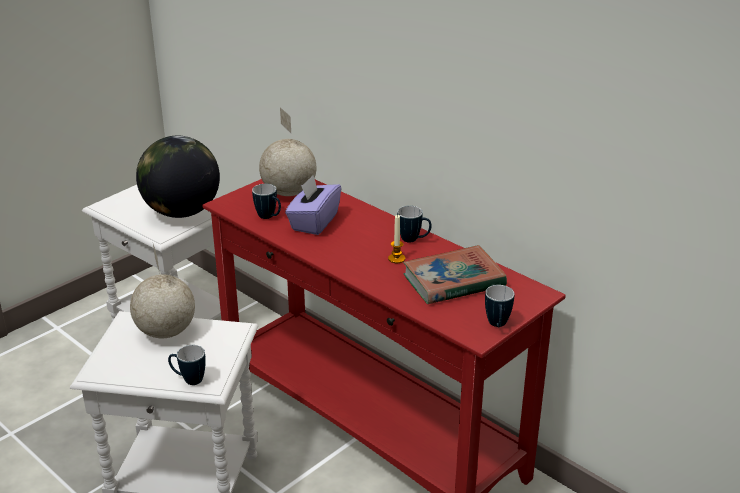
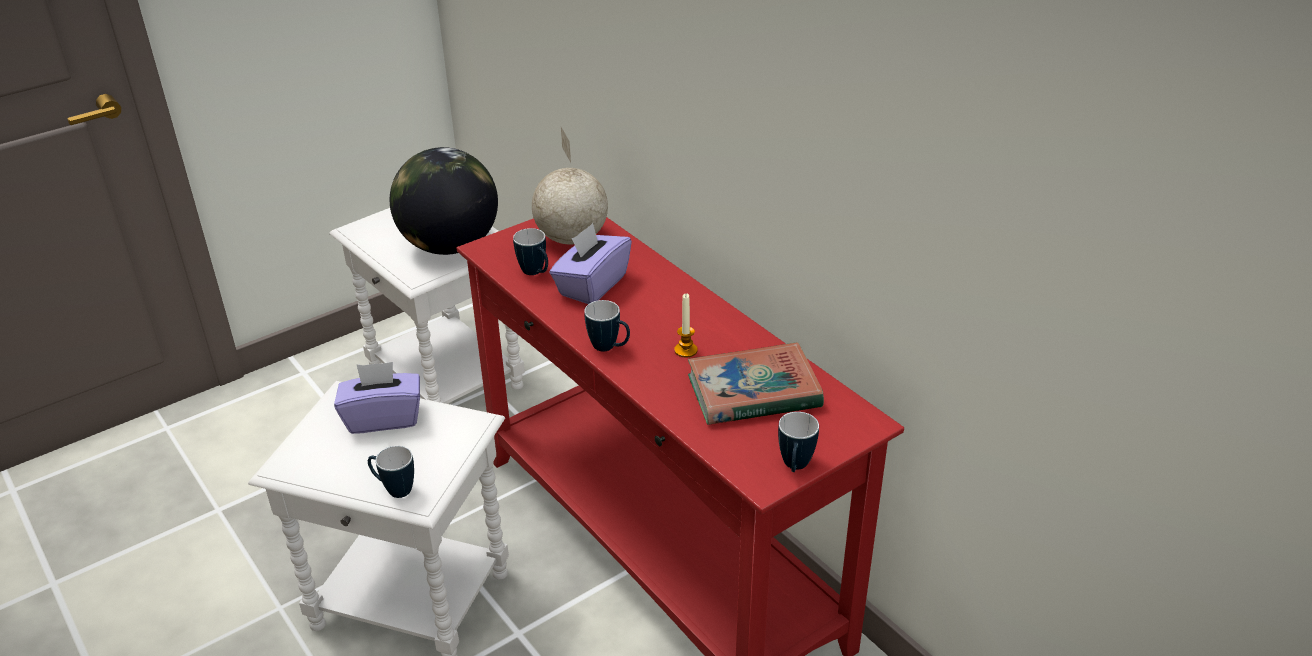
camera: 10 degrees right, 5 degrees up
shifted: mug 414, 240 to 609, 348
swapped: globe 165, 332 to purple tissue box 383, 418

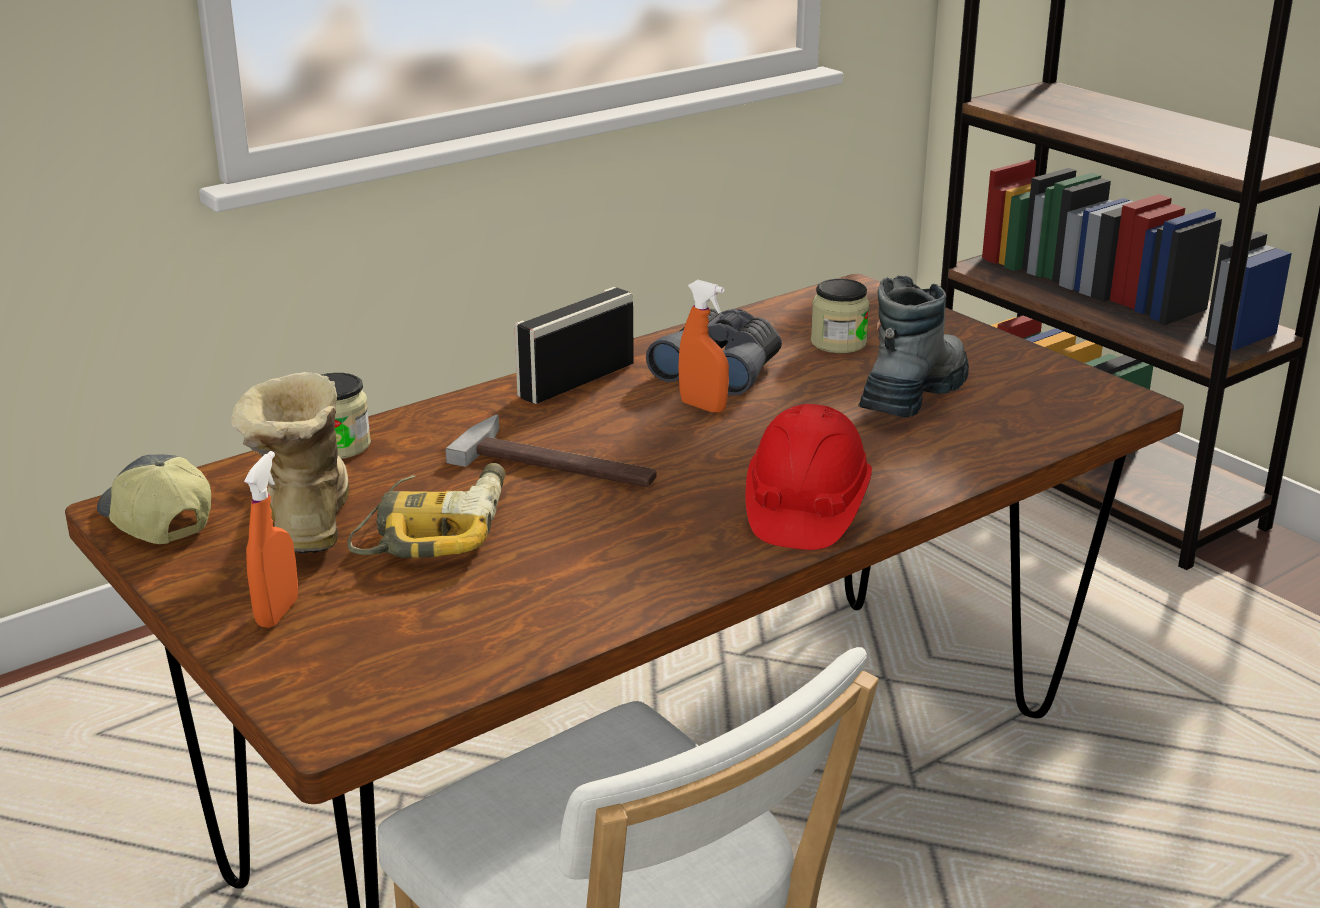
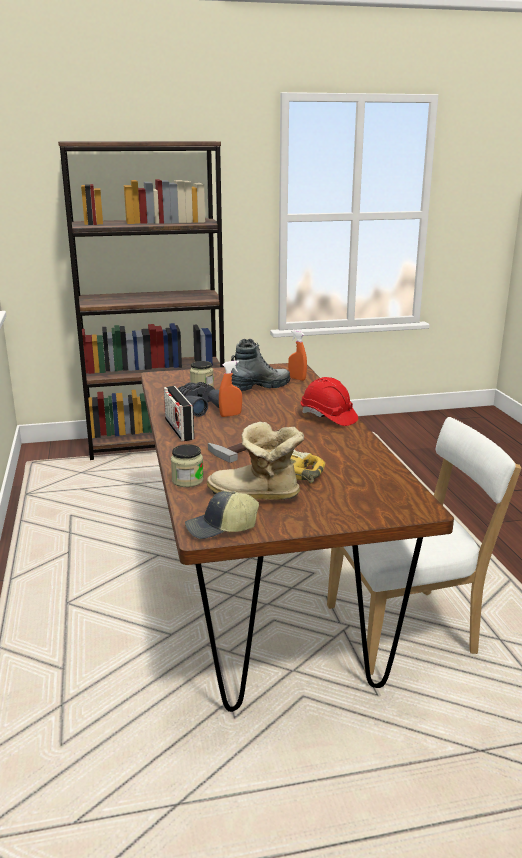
camera: 65 degrees left, 5 degrees down
shifted: orange spray bottle 277, 612 to 297, 378
rotated: boot 913, 395 = 258, 387 90 degrees clockwise

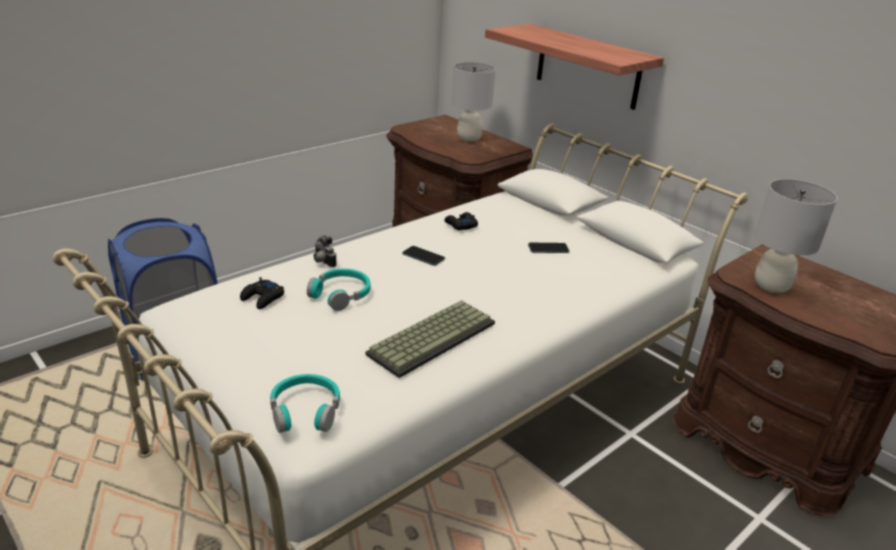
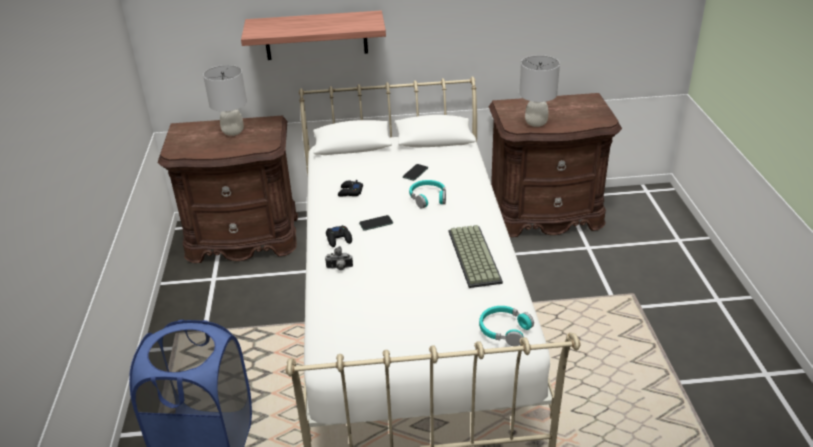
camera: 50 degrees left, 5 degrees up
shifted: black game controller 262, 298 to 339, 239; turquoise headphones 341, 294 to 428, 198

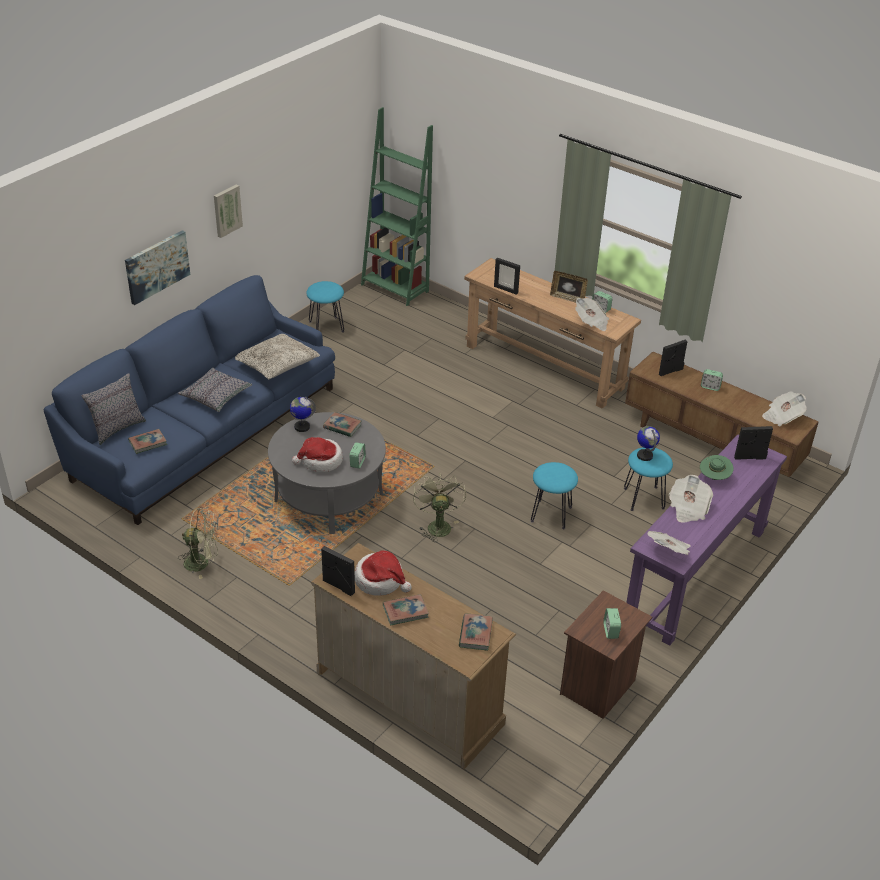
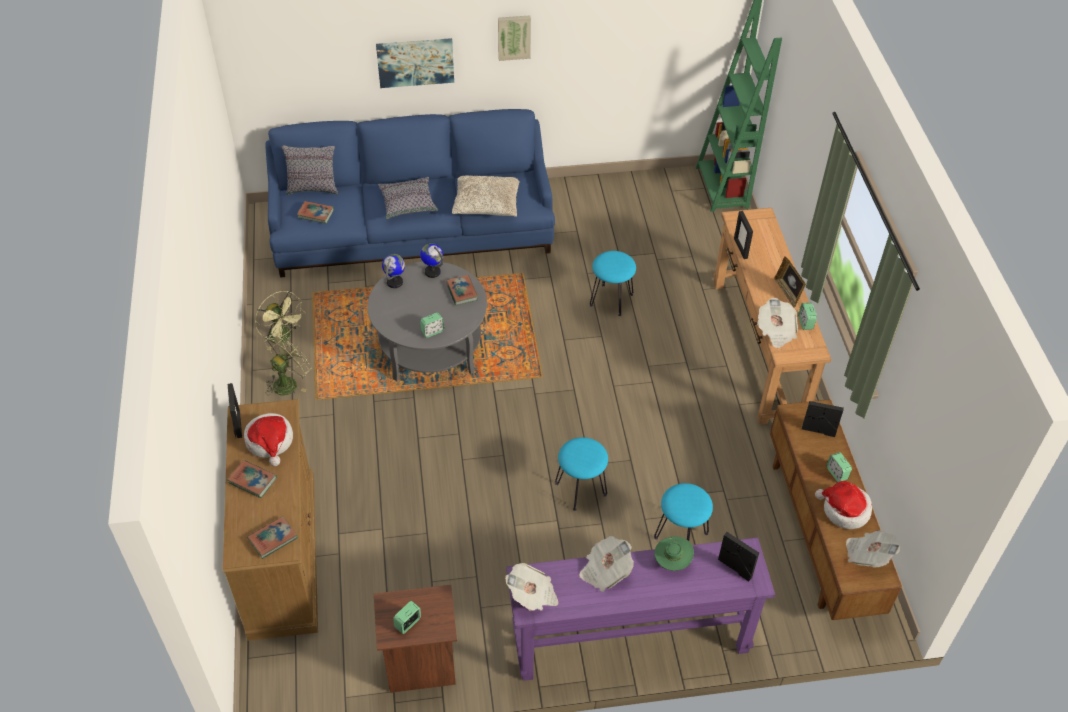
camera: 45 degrees right, 10 degrees up
shifted: green fan 437, 525 to 288, 382; globe 645, 455 to 395, 282; turquoise stool 326, 327 to 611, 300; hat 320, 461 to 844, 510

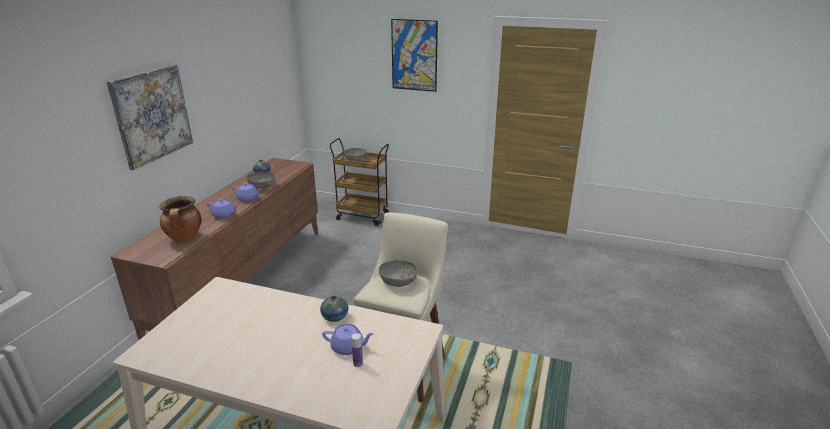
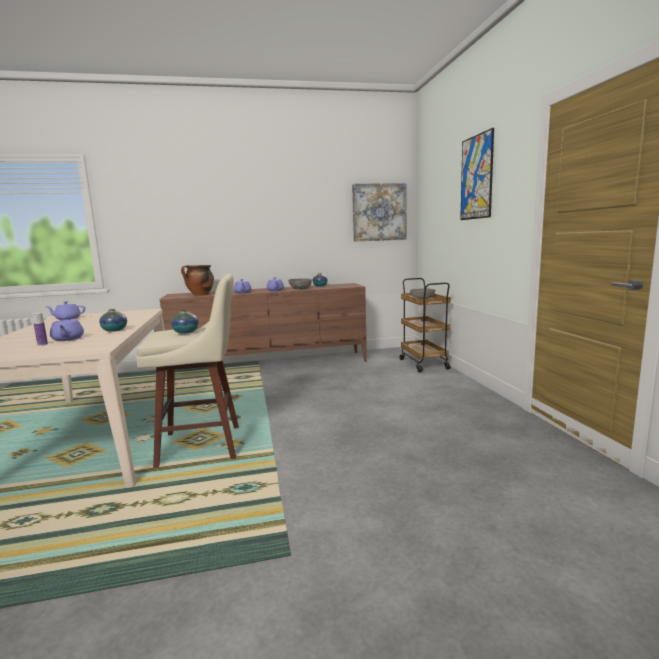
camera: 60 degrees right, 15 degrees down
new: purple teapot 67, 319
shifted: picture 152, 115 to 379, 212
swapped: grey bowl 398, 281 to vase 186, 332

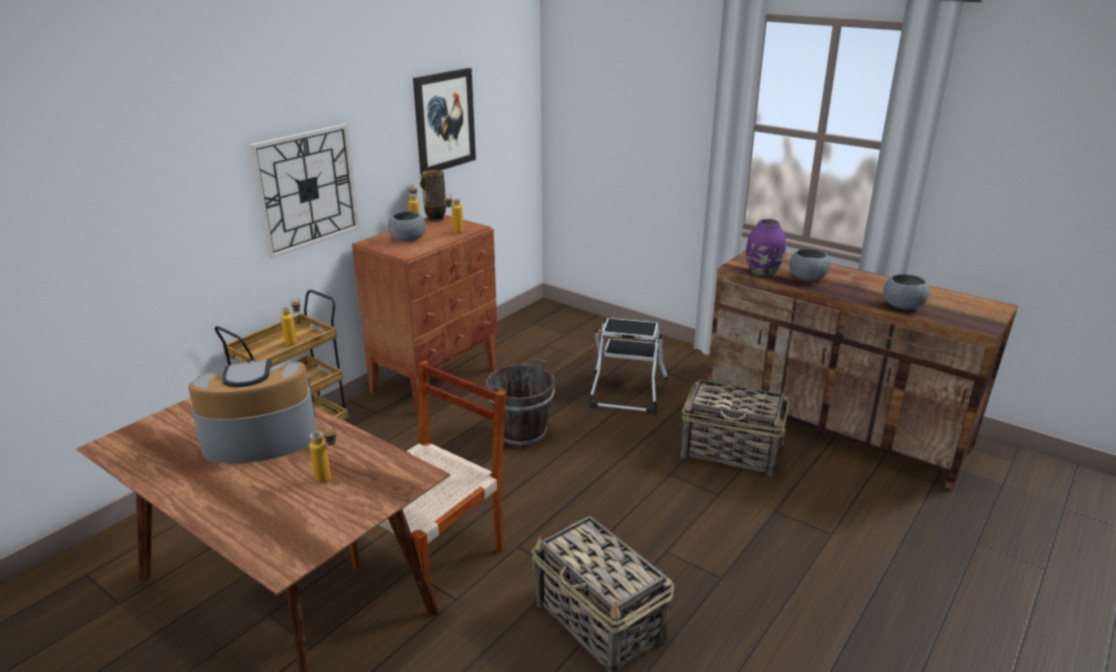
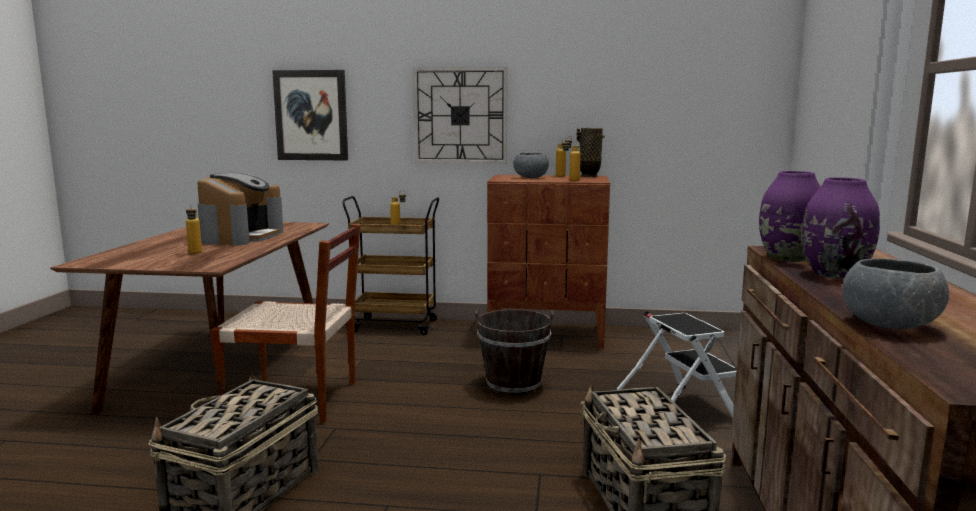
camera: 60 degrees right, 15 degrees down
shifted: picture 444, 121 to 311, 115
swapped: grey bowl 807, 278 to purple vase 835, 274
rotated: coffee machine 259, 437 = 242, 237 60 degrees clockwise

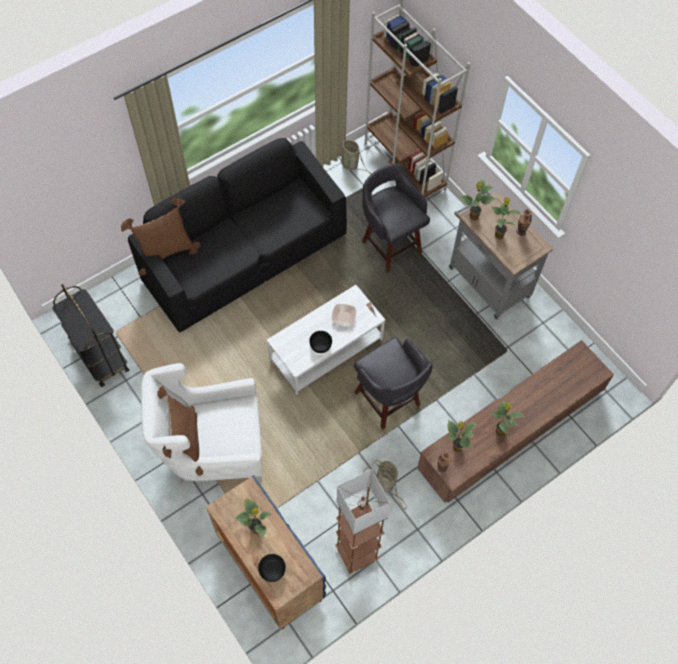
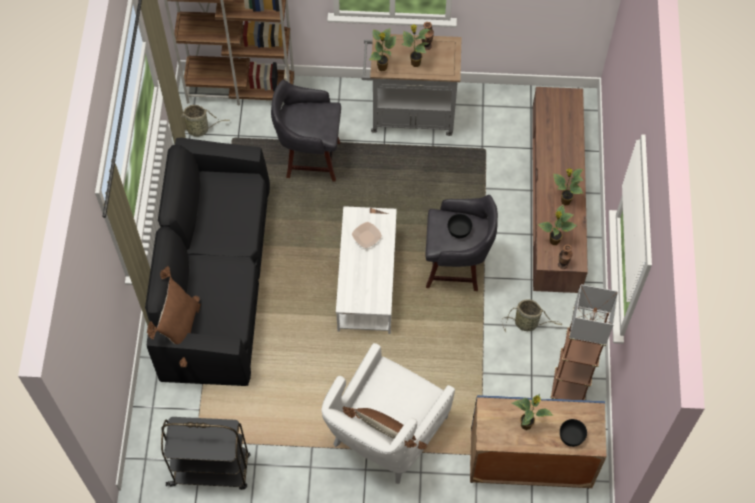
camera: 50 degrees left, 0 degrees up
shifted: black bowl 320, 345 to 459, 230

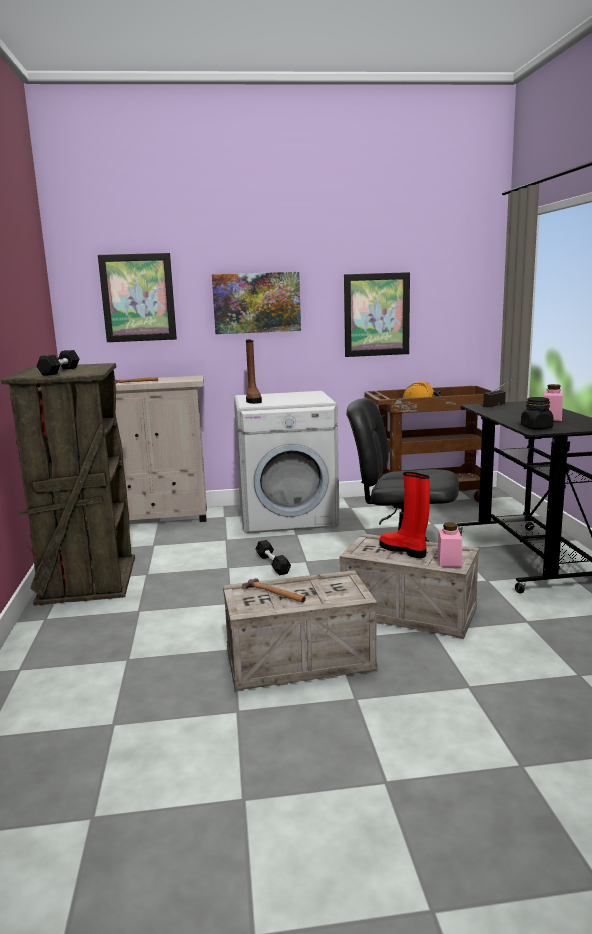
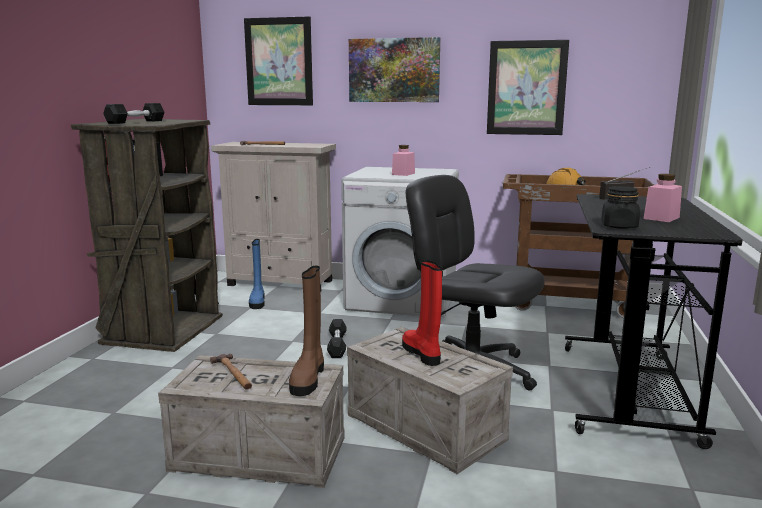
camera: 20 degrees right, 0 degrees up
new: blue boot 257, 302
shifted: brown boot 253, 400 to 308, 378; pink jar 449, 561 to 403, 174

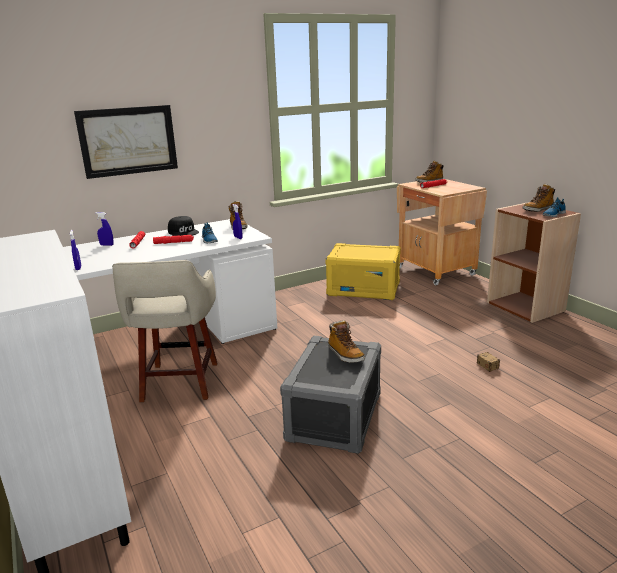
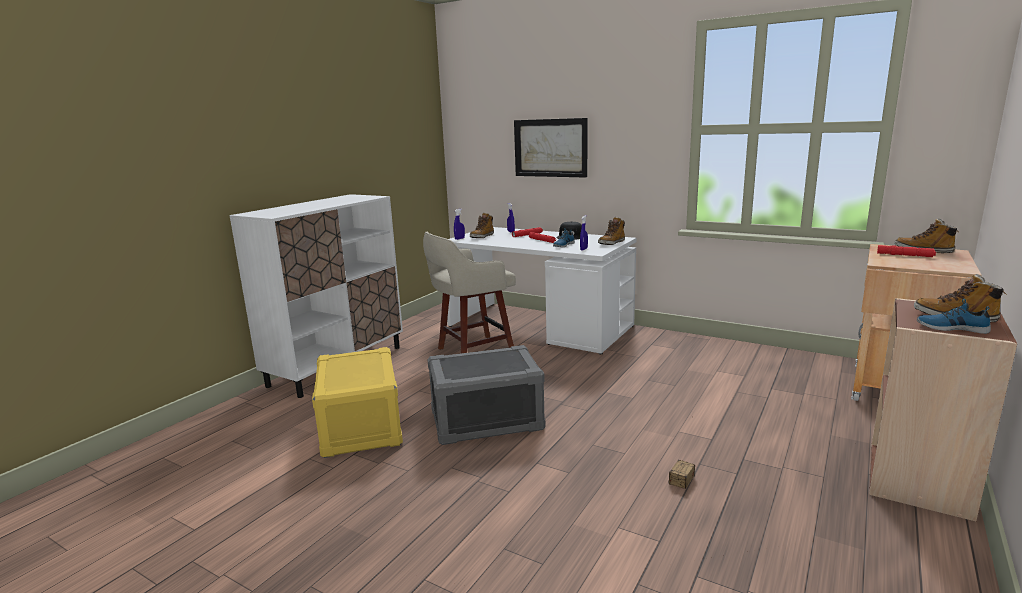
camera: 60 degrees right, 5 degrees down
shifted: yellow storage box 364, 289 to 362, 426; boot 345, 354 to 482, 237

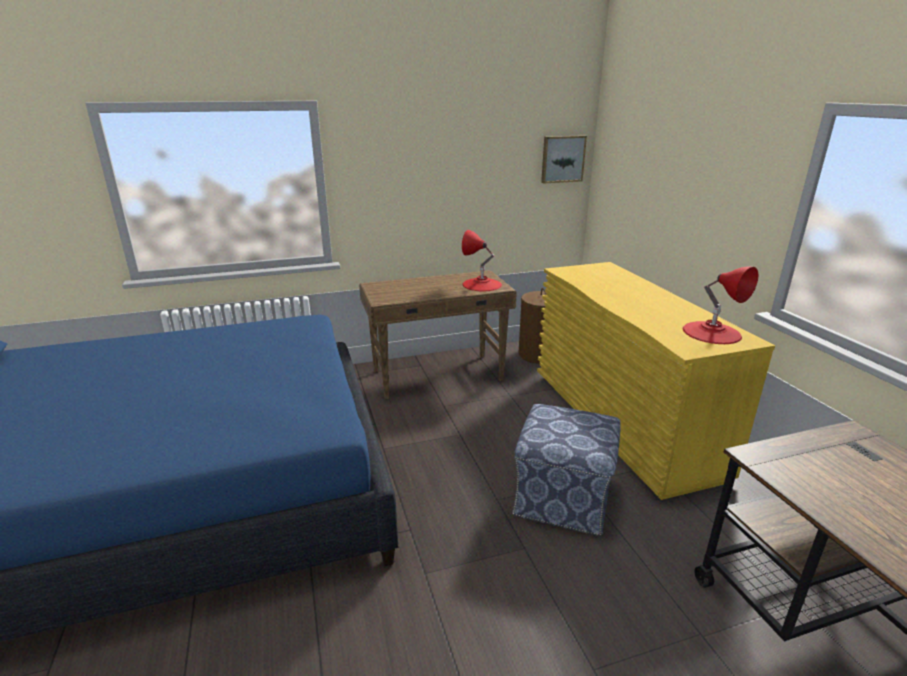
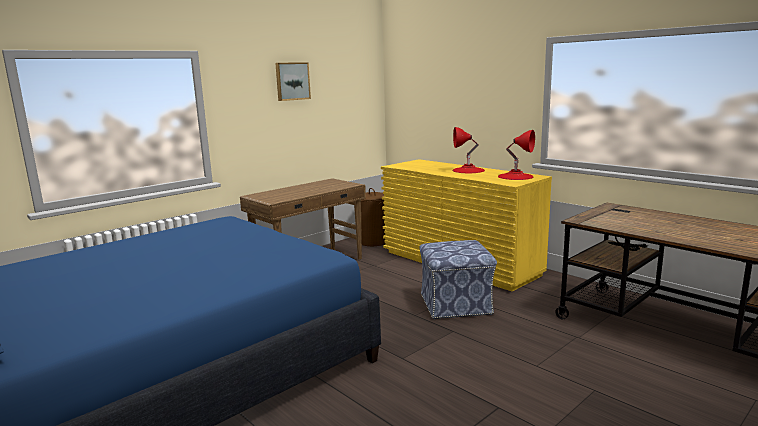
camera: 25 degrees left, 10 degrees down
shifted: picture 562, 159 to 292, 81; red table lamp 481, 284 to 468, 170

